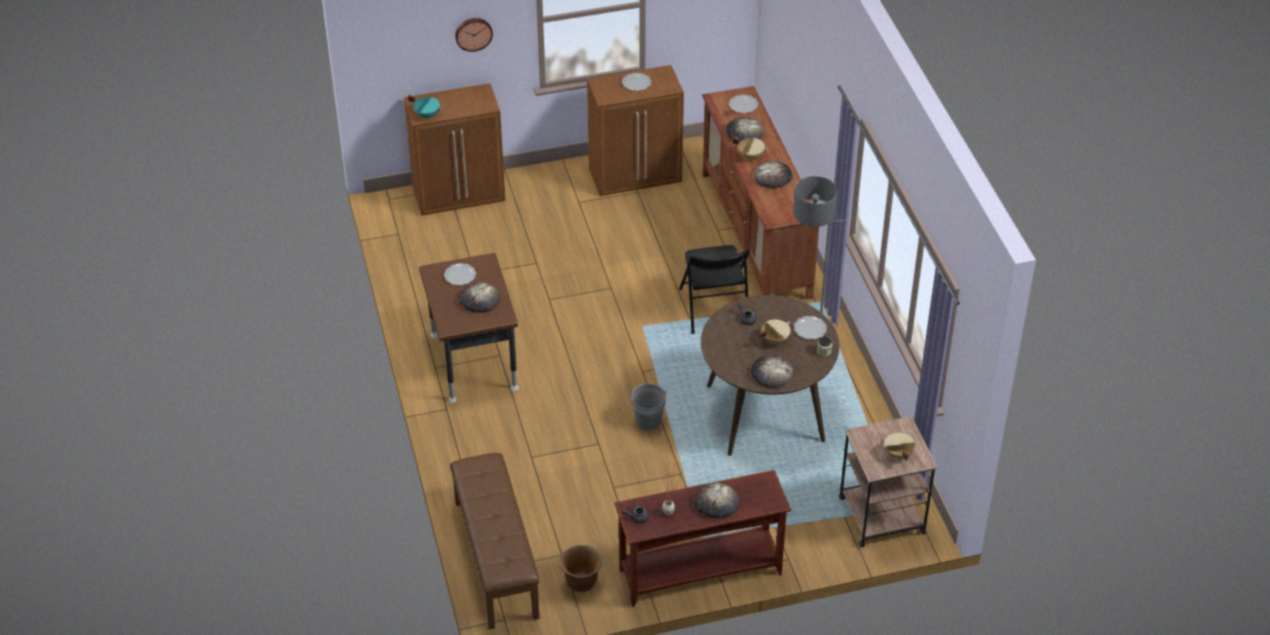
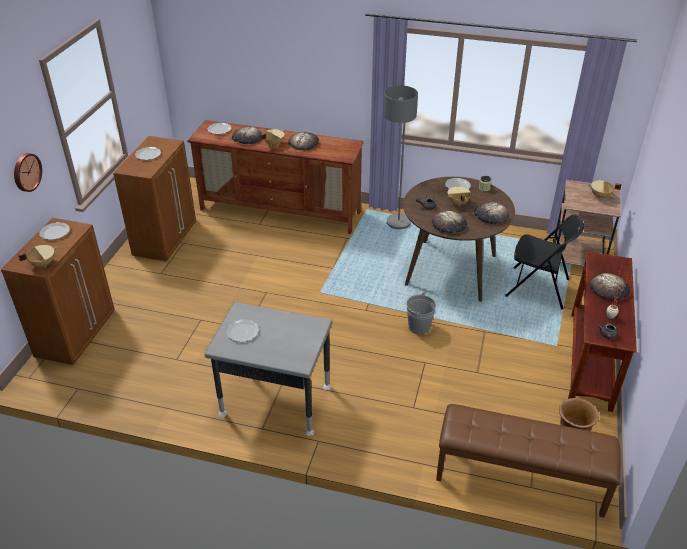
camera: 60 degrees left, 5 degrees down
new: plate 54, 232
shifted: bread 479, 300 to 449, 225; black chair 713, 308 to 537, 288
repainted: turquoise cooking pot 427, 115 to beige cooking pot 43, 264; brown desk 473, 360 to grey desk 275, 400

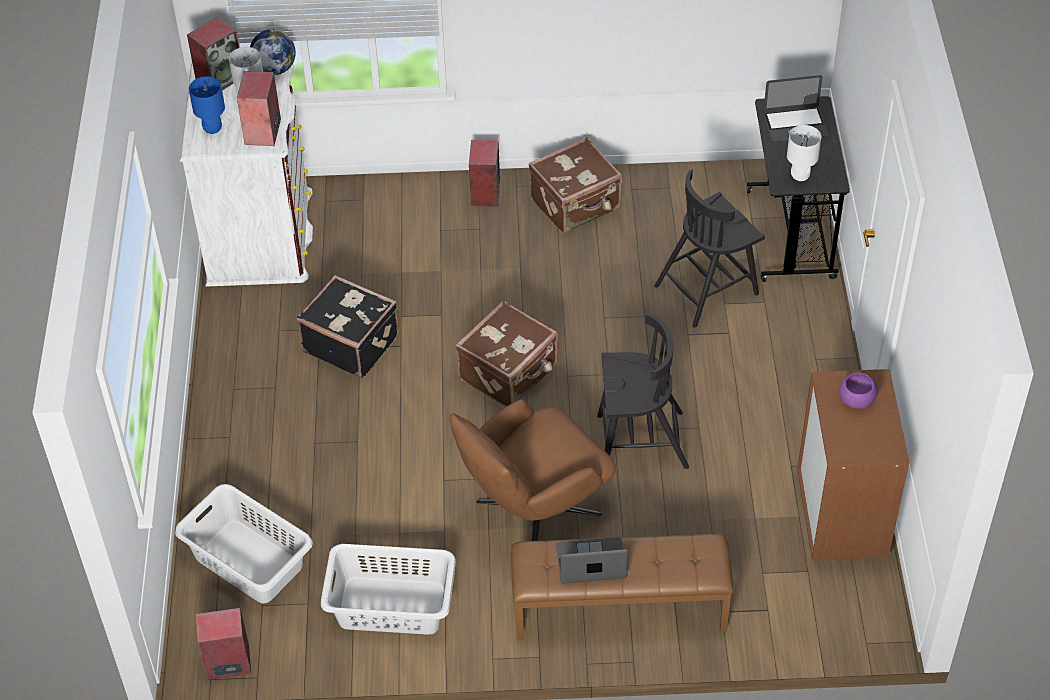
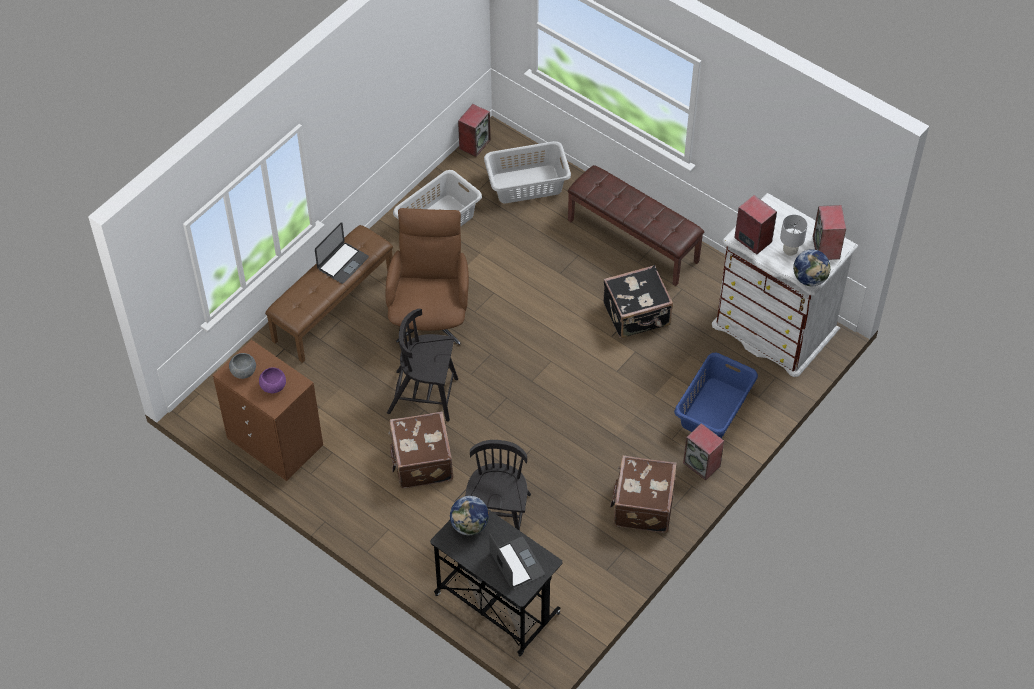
camera: 130 degrees right, 5 degrees up
gone: blue table lamp 213, 130
new: grey bowl 244, 371; brown bench 633, 240; blue laundry basket 714, 410
shifted: brown suitcase 509, 373 to 421, 462
swapped: white table lamp 799, 176 to globe 470, 525
rotated: black chair 639, 441 = 424, 396 60 degrees clockwise; laptop 795, 124 = 516, 563 120 degrees clockwise

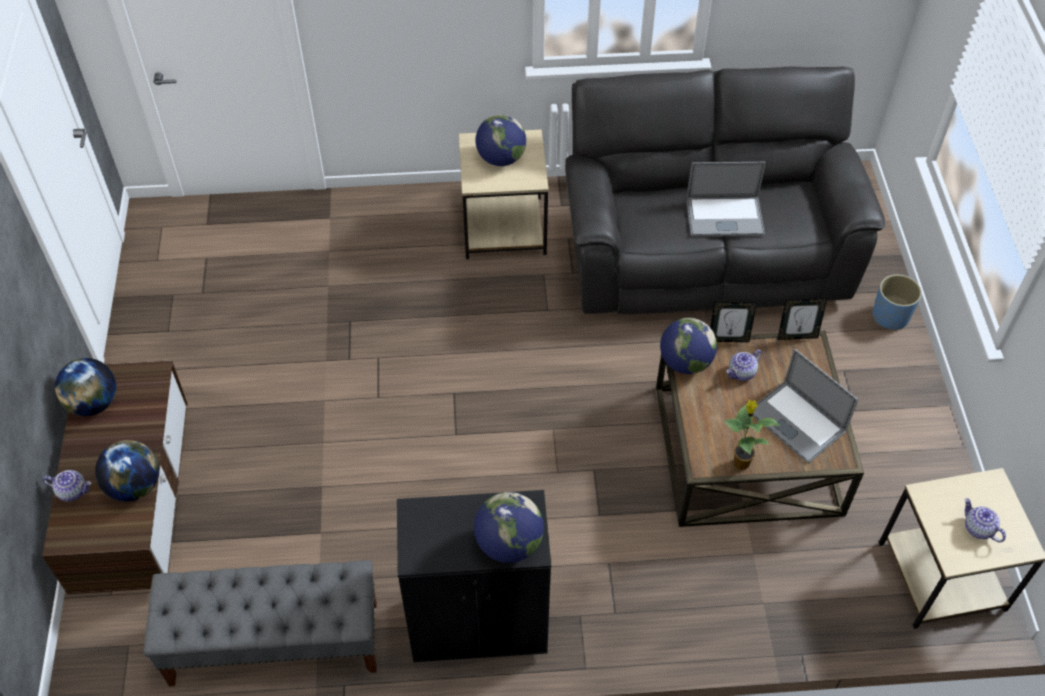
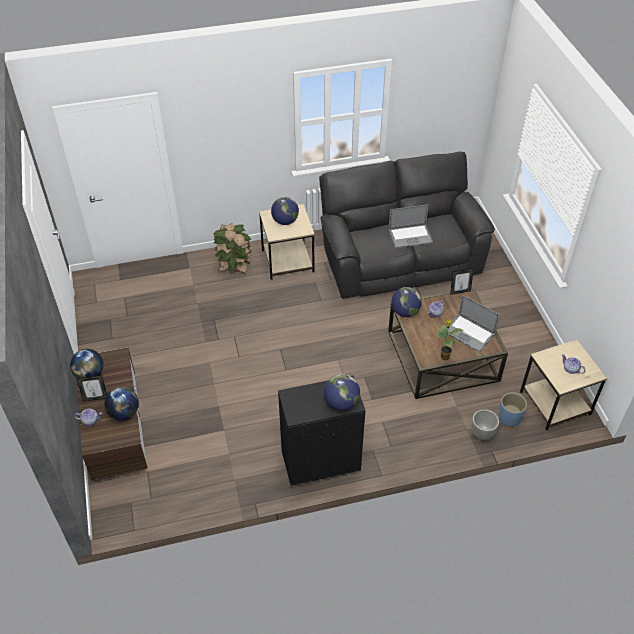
camera: 10 degrees left, 5 degrees down
gone: grey bench 274, 644
new: potted plant 235, 267; grey planter 482, 434
shifted: picture frame 728, 339 to 95, 398; blue planter 890, 316 to 509, 417

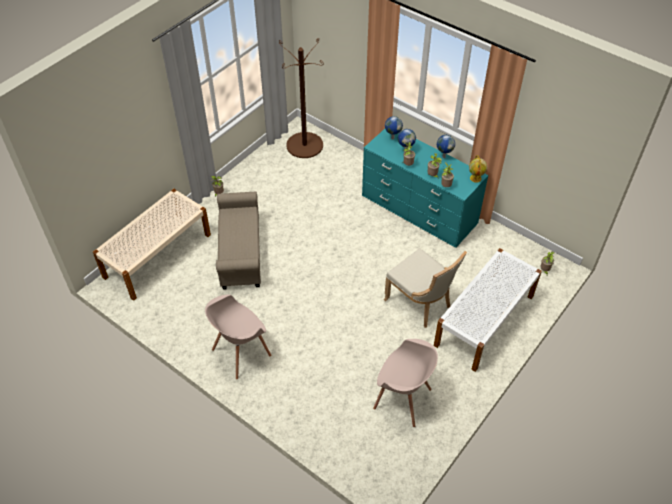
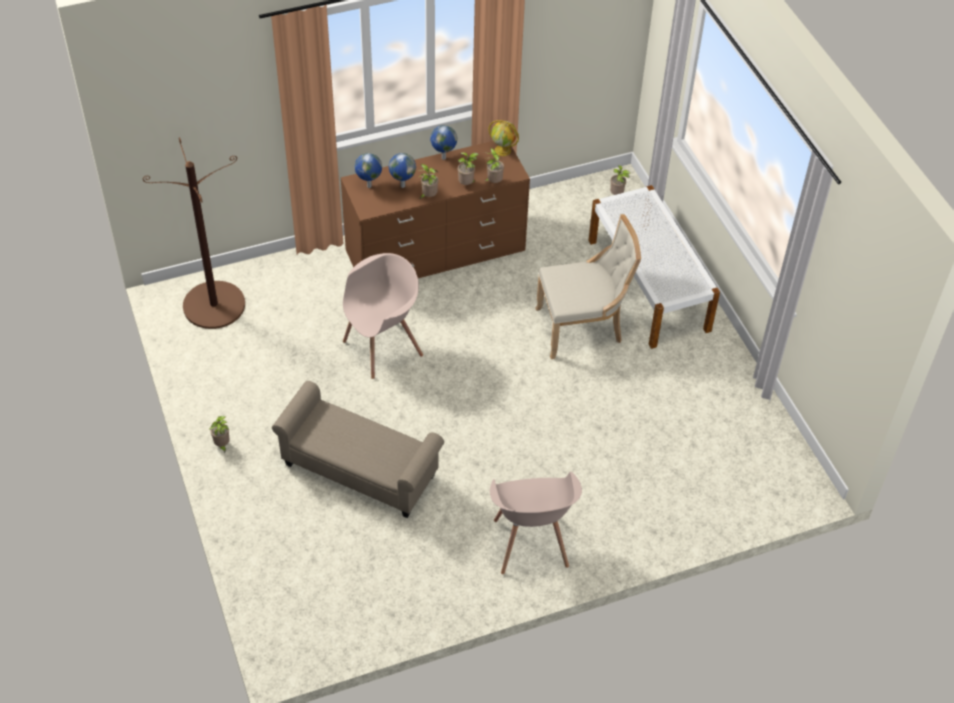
camera: 60 degrees left, 0 degrees up
gone: beige bench 157, 255
shifted: beige chair 403, 400 to 383, 347
repainted: turquoise dresser 419, 210 to brown dresser 436, 251

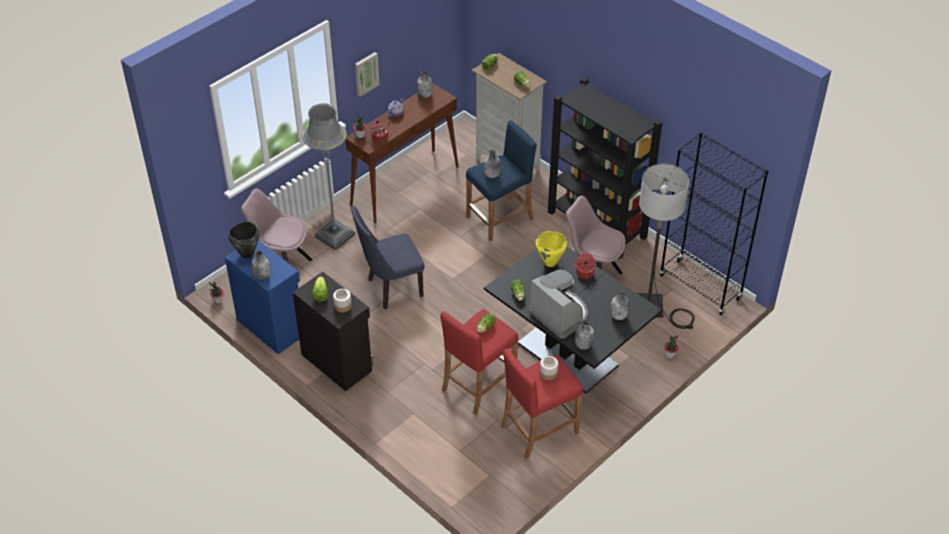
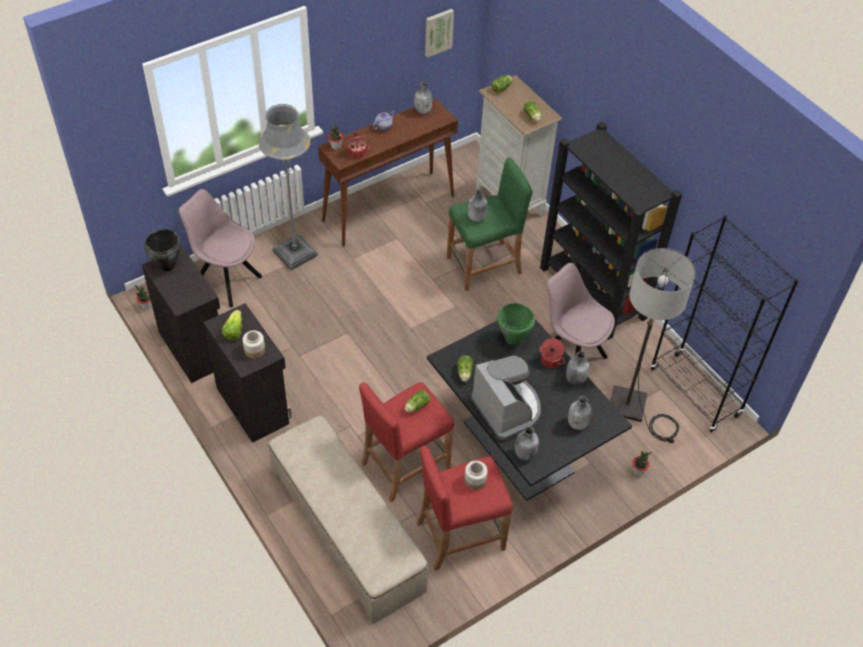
camera: 10 degrees right, 5 degrees up
gone: blue chair 390, 289
new: beige bench 345, 529
shifted: picture 366, 73 to 438, 32; grey bottle 262, 276 to 575, 379
repainted: blue cabinet 271, 326 to black cabinet 194, 348; blue stool 500, 218 to green stool 484, 266; yellow cooking pot 550, 263 to green cooking pot 513, 340

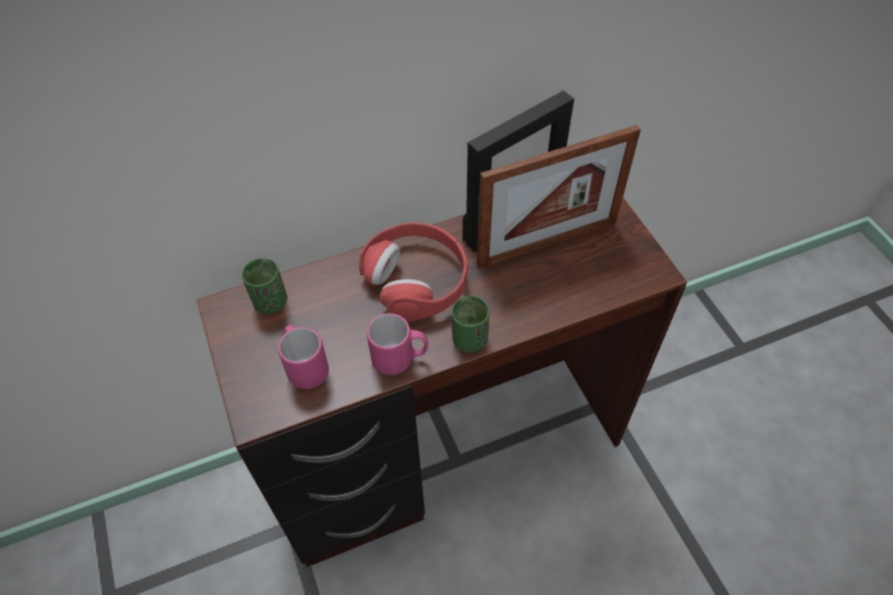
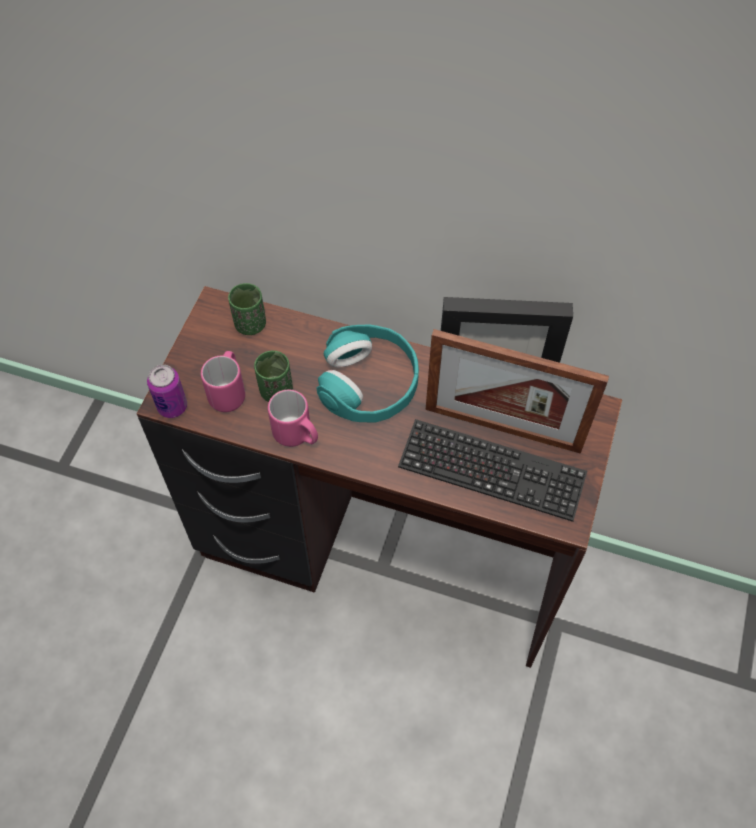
camera: 40 degrees right, 5 degrees up
new: can 172, 406; keyboard 491, 471
shifted: green cup 469, 340 to 276, 391
repainted: red headphones 416, 279 to turquoise headphones 369, 383

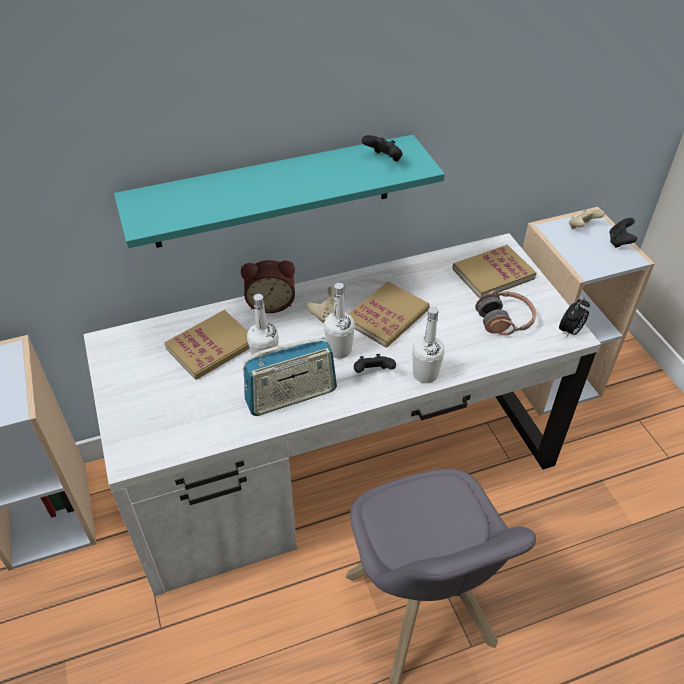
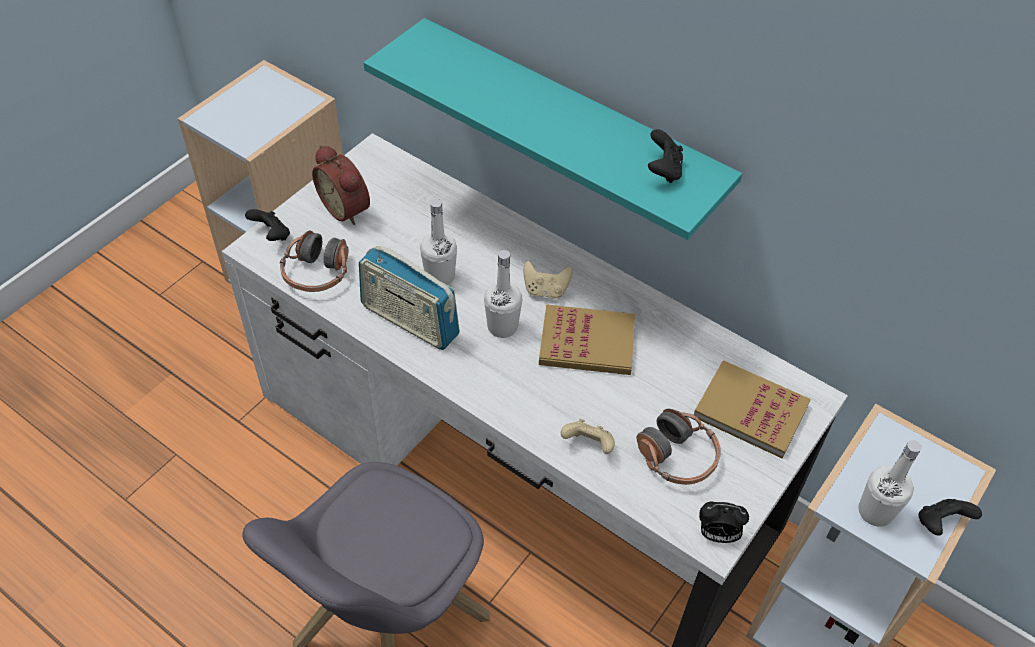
camera: 55 degrees right, 5 degrees up
gone: book 211, 347
new: headphones 317, 273
shifted: black game controller 373, 373 to 272, 235; alarm clock 271, 303 to 347, 208; beige game controller 582, 227 to 588, 445; white bottle 425, 374 to 875, 511

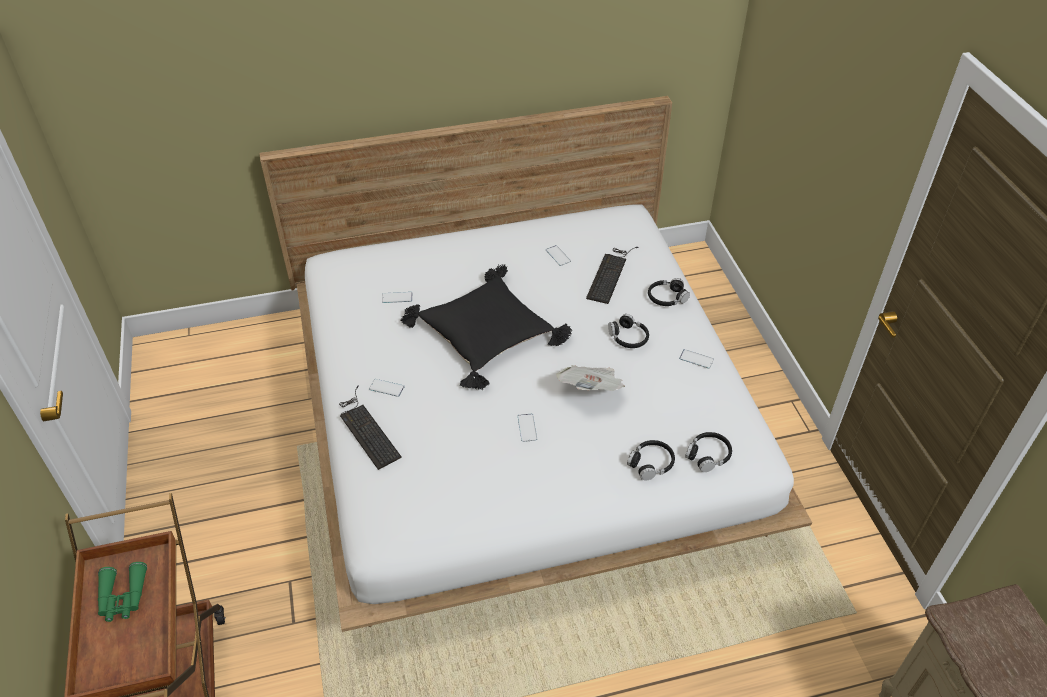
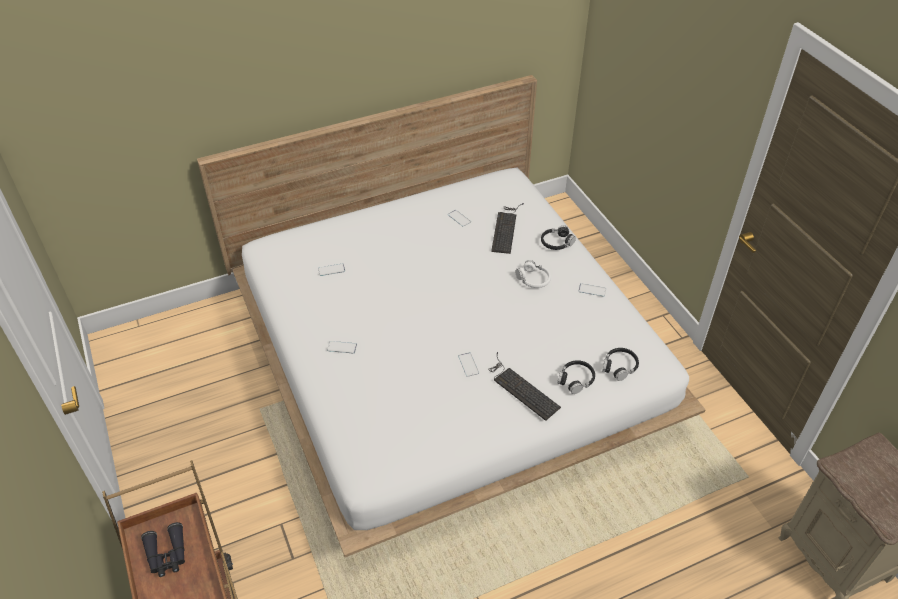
camera: 10 degrees left, 0 degrees up
gone: black pillow 486, 331; newspaper 591, 390
shifted: keyboard 366, 429 to 521, 388
repainted: green binoculars 123, 597 to black binoculars 167, 555; black headphones 628, 337 to white headphones 533, 279

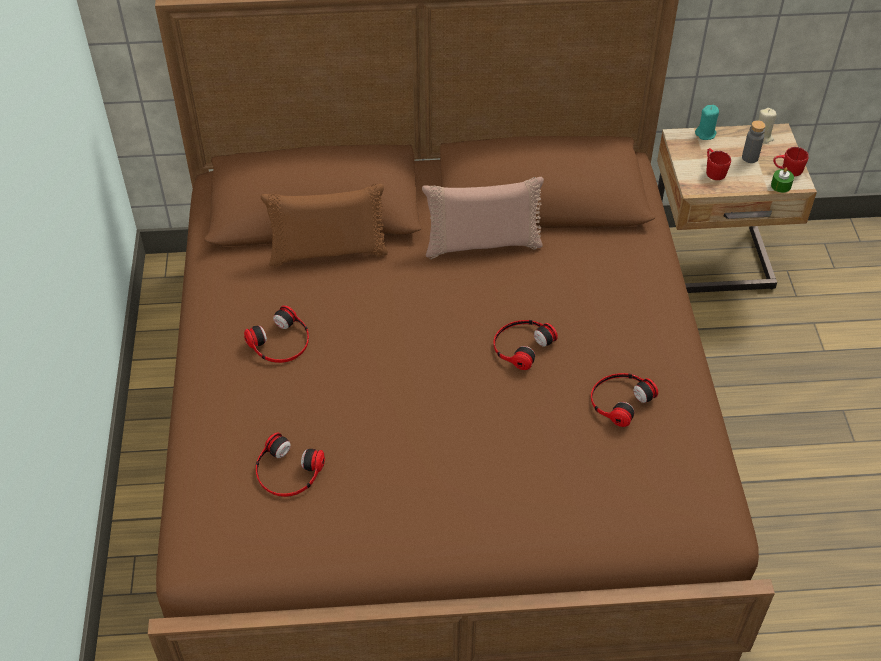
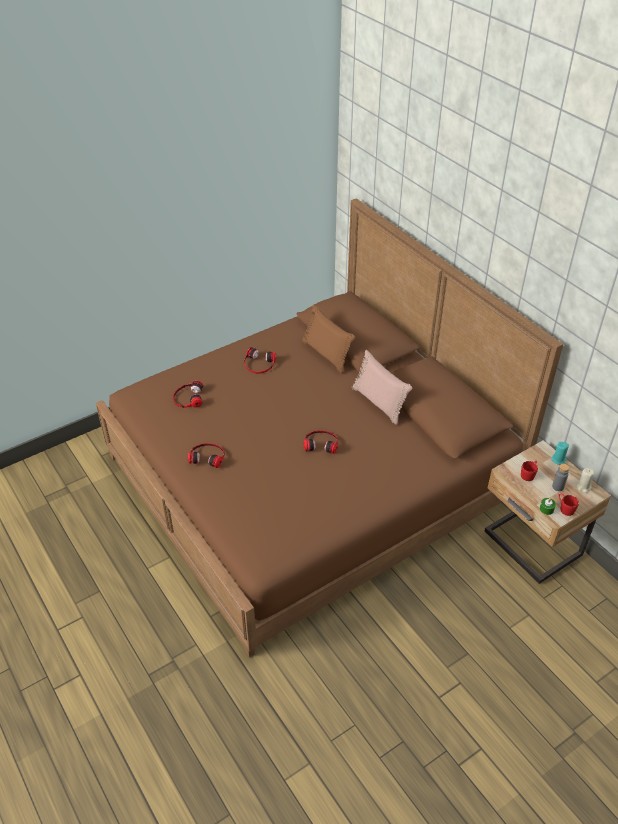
camera: 60 degrees right, 5 degrees down
shifted: headphones 619, 400 to 207, 456

